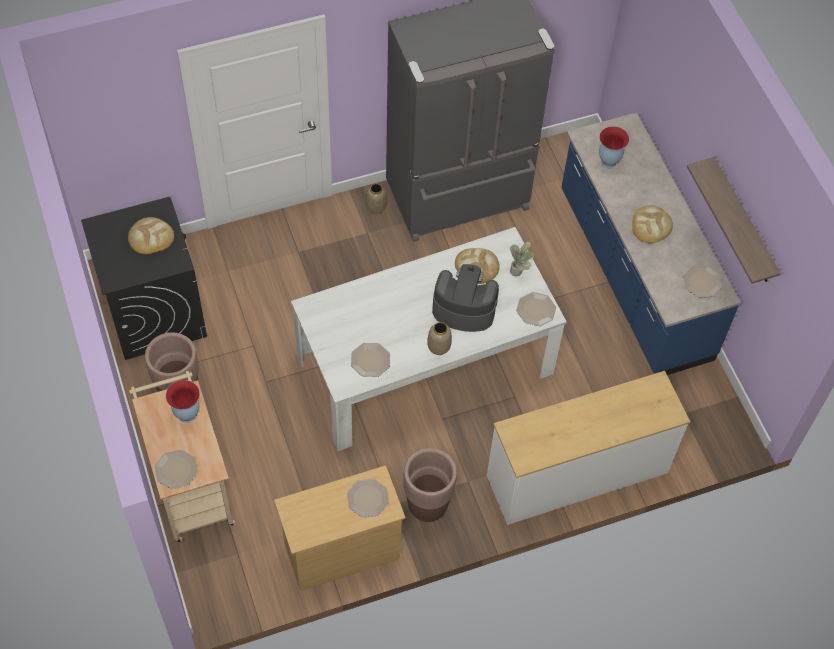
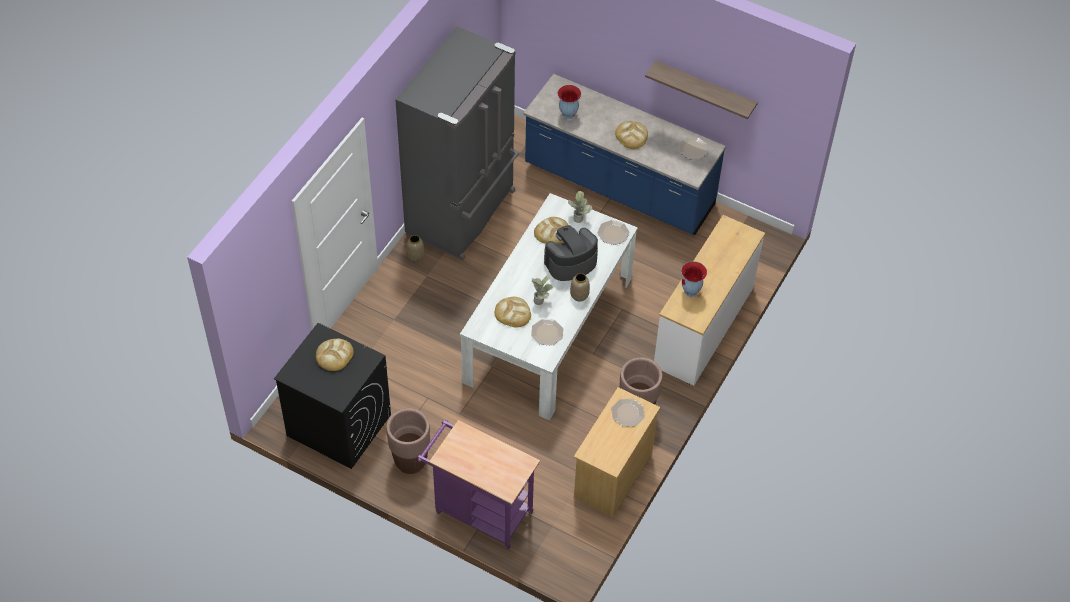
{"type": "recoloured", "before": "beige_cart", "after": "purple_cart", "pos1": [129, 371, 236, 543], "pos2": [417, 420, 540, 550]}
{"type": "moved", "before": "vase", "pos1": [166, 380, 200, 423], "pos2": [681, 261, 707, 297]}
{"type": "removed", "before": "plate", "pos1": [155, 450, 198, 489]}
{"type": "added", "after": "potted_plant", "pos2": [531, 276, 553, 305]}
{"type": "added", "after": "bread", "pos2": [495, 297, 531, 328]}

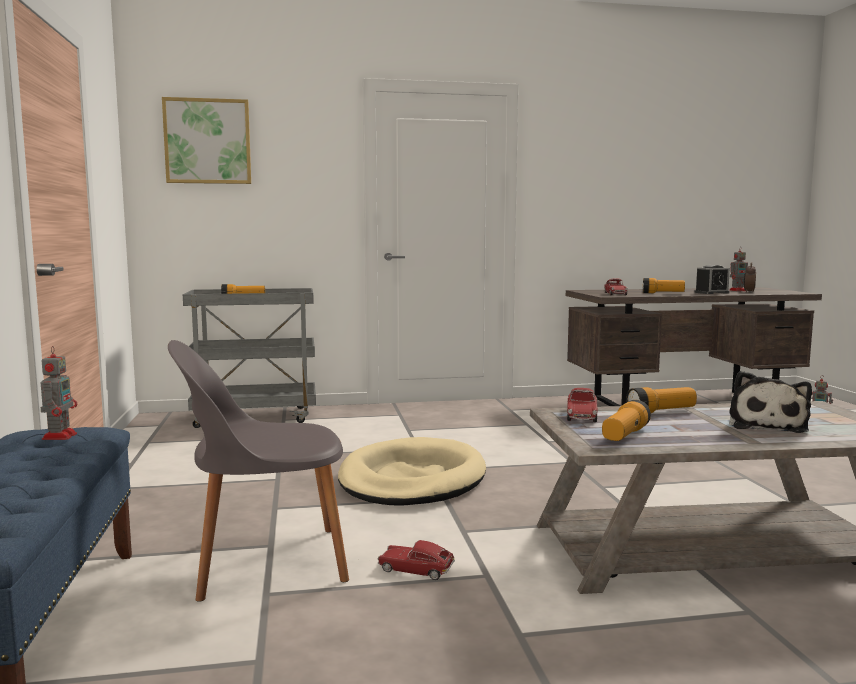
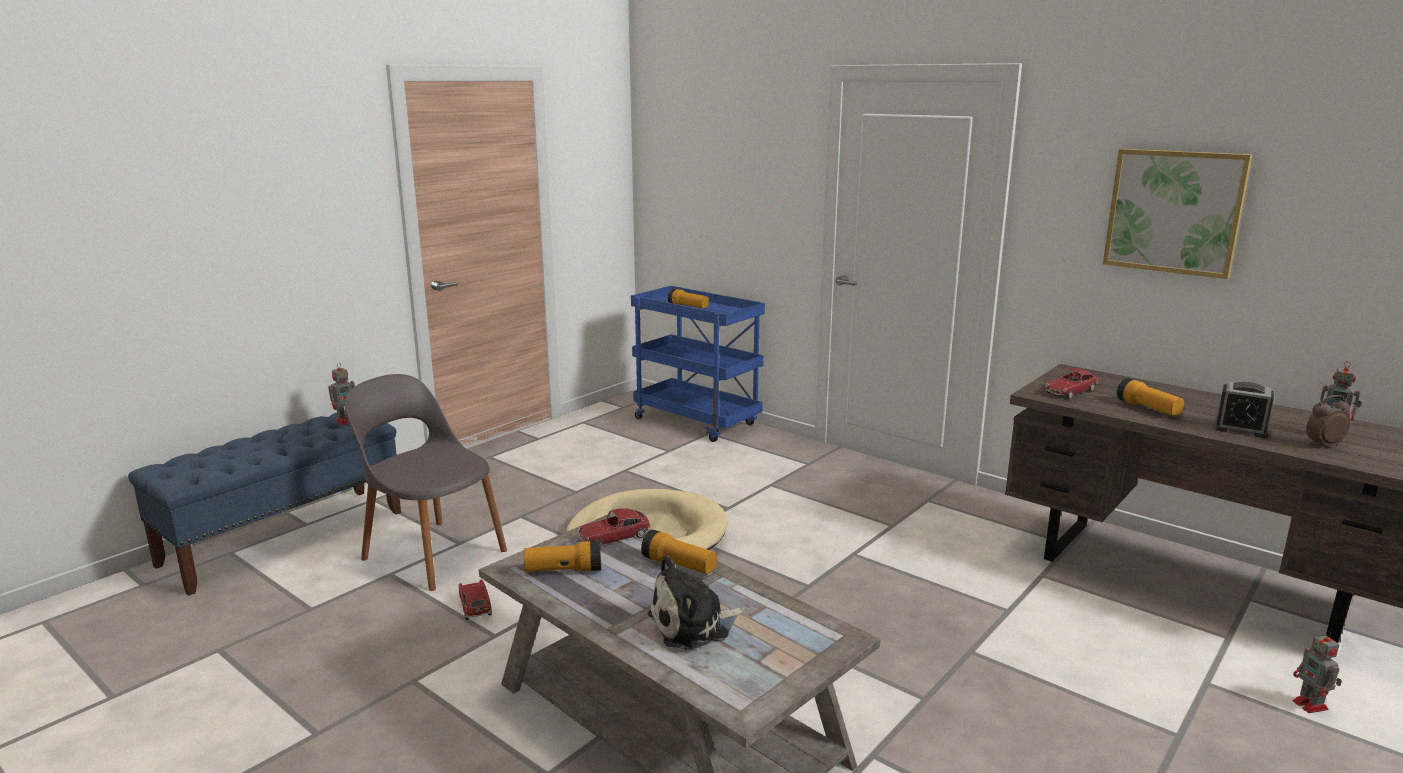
{"type": "moved", "before": "picture", "pos1": [162, 97, 251, 184], "pos2": [1103, 149, 1252, 279]}
{"type": "recoloured", "before": "grey_cart", "after": "blue_cart", "pos1": [183, 288, 316, 428], "pos2": [631, 286, 765, 442]}

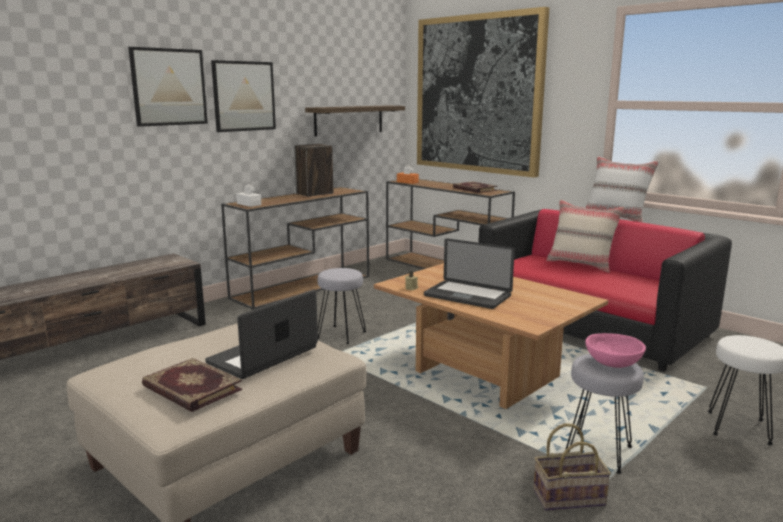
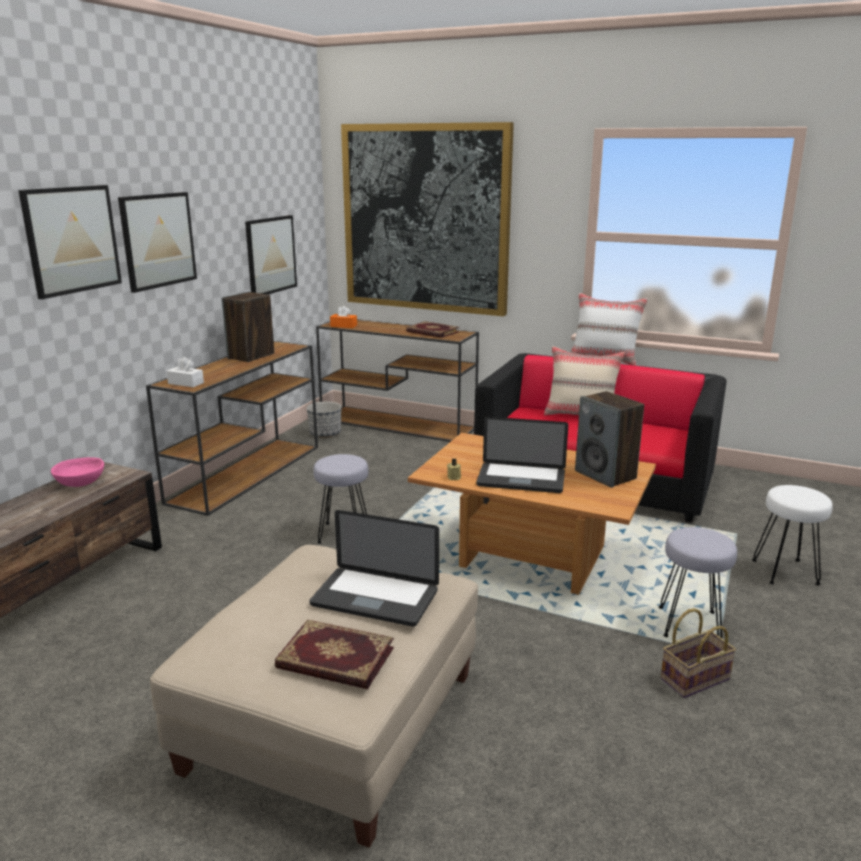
{"type": "replaced", "before": "shelf", "after": "picture", "pos1": [305, 106, 405, 136], "pos2": [245, 215, 297, 294]}
{"type": "turned", "before": "laptop", "pos1": [205, 290, 318, 379], "pos2": [309, 510, 439, 627], "turn": -90}
{"type": "moved", "before": "pink_bowl", "pos1": [585, 333, 646, 368], "pos2": [51, 457, 104, 487]}
{"type": "added", "after": "speaker", "pos2": [575, 391, 644, 488]}
{"type": "added", "after": "planter", "pos2": [307, 402, 341, 438]}

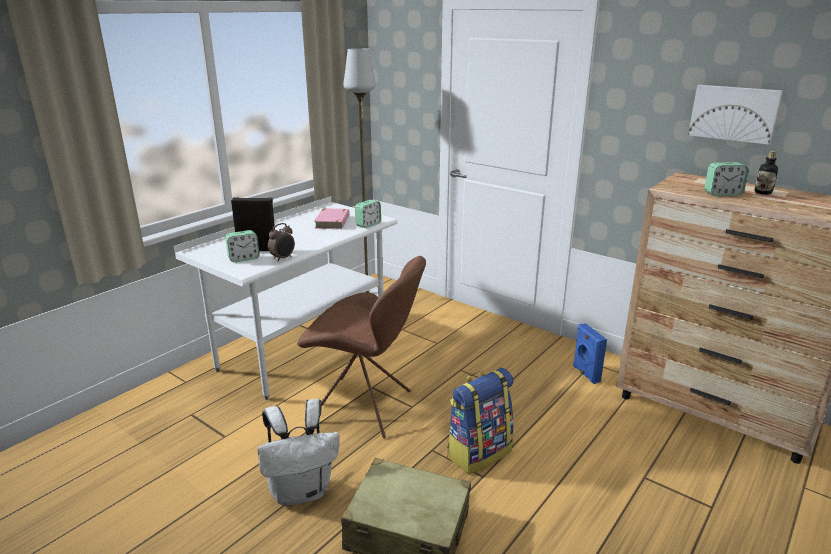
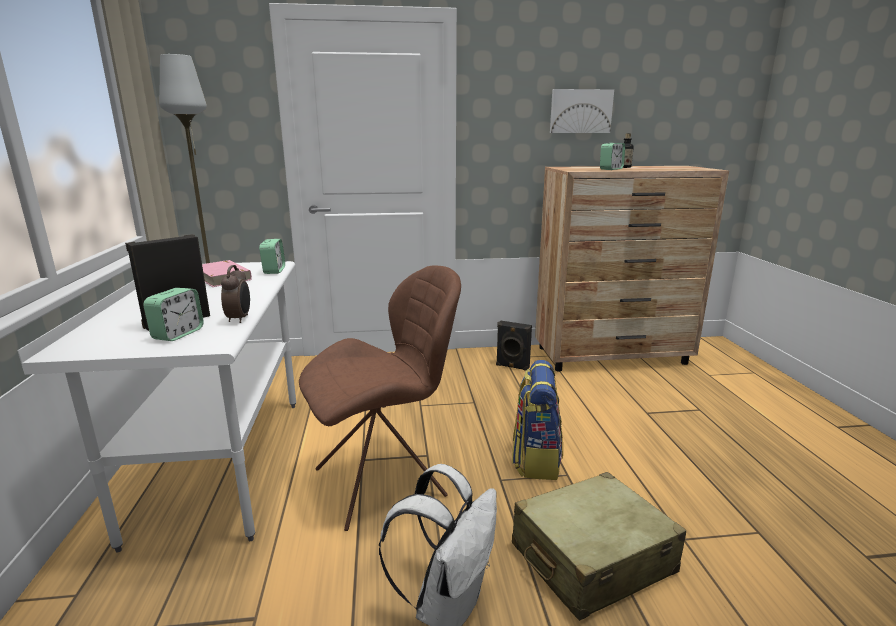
{"type": "recoloured", "before": "blue_speaker", "after": "black_speaker", "pos1": [573, 323, 607, 384], "pos2": [496, 320, 532, 371]}

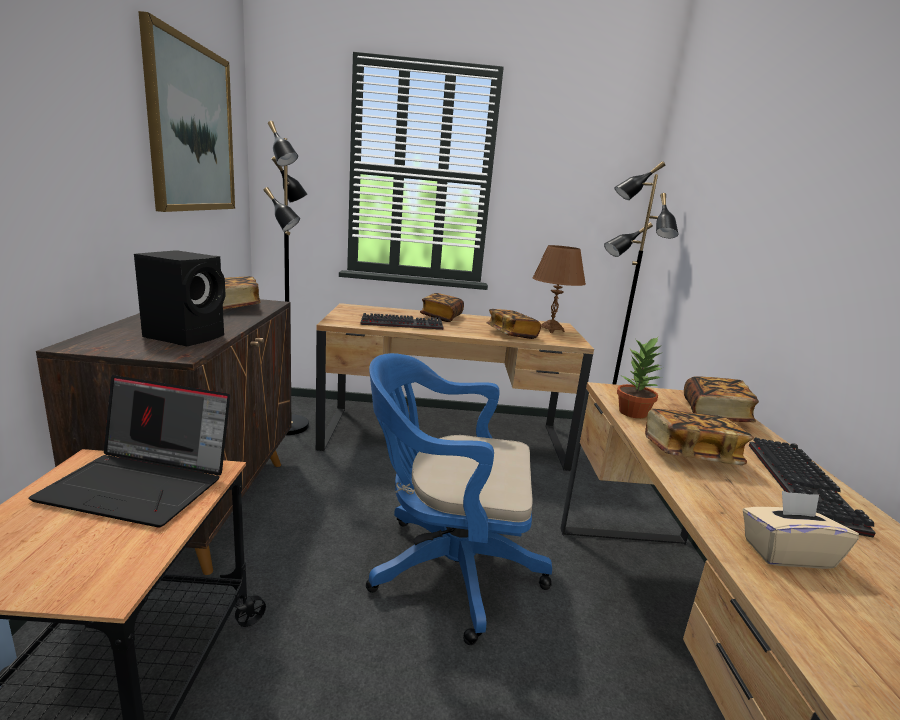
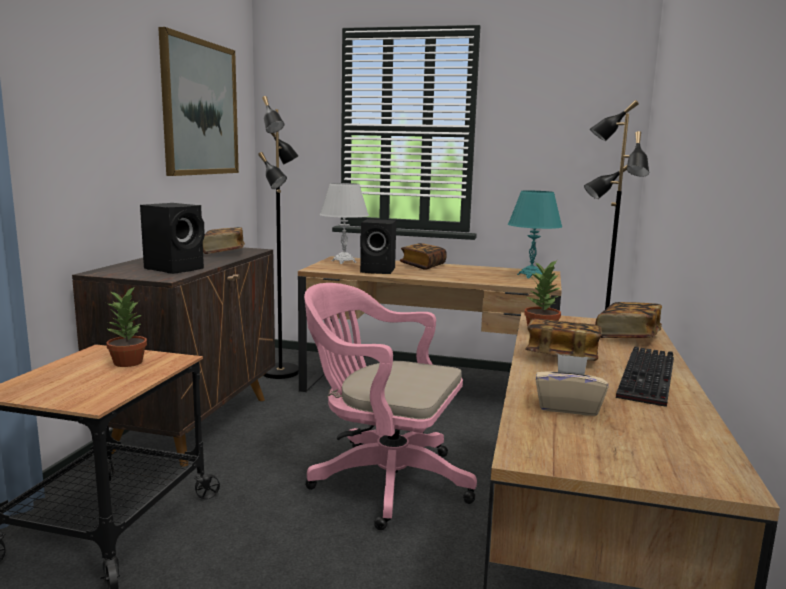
{"type": "recoloured", "before": "brown_table_lamp", "after": "turquoise_table_lamp", "pos1": [533, 245, 586, 333], "pos2": [508, 191, 562, 278]}
{"type": "removed", "before": "book", "pos1": [486, 309, 541, 339]}
{"type": "replaced", "before": "keyboard", "after": "black_speaker", "pos1": [360, 313, 443, 330], "pos2": [360, 219, 396, 274]}
{"type": "recoloured", "before": "blue_office_chair", "after": "pink_office_chair", "pos1": [366, 353, 552, 645], "pos2": [304, 283, 477, 530]}
{"type": "replaced", "before": "laptop", "after": "potted_plant", "pos1": [28, 375, 230, 528], "pos2": [106, 286, 147, 367]}
{"type": "added", "after": "white_table_lamp", "pos2": [320, 183, 369, 264]}

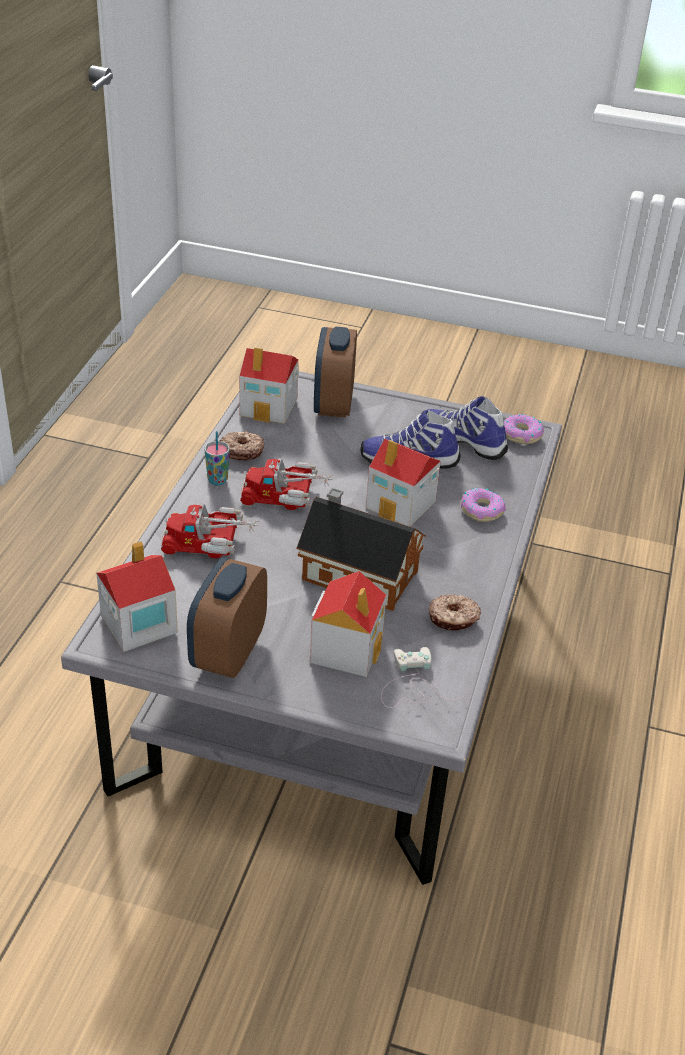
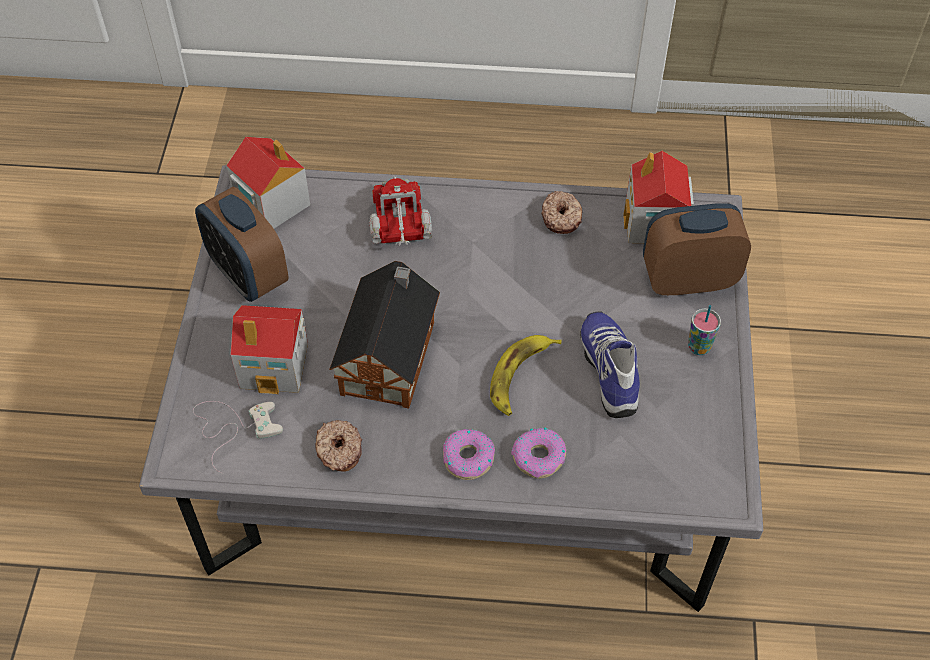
{"type": "removed", "before": "shoe", "pos1": [421, 396, 508, 460]}
{"type": "moved", "before": "donut", "pos1": [504, 414, 544, 444], "pos2": [443, 429, 495, 480]}
{"type": "moved", "before": "cup", "pos1": [205, 431, 230, 486], "pos2": [688, 305, 721, 355]}
{"type": "replaced", "before": "toy_house", "after": "banana", "pos1": [366, 439, 441, 527], "pos2": [490, 335, 562, 416]}
{"type": "removed", "before": "toy_truck", "pos1": [240, 458, 334, 510]}
{"type": "turned", "before": "alarm_clock", "pos1": [187, 558, 267, 678], "pos2": [195, 187, 289, 302], "turn": -135}

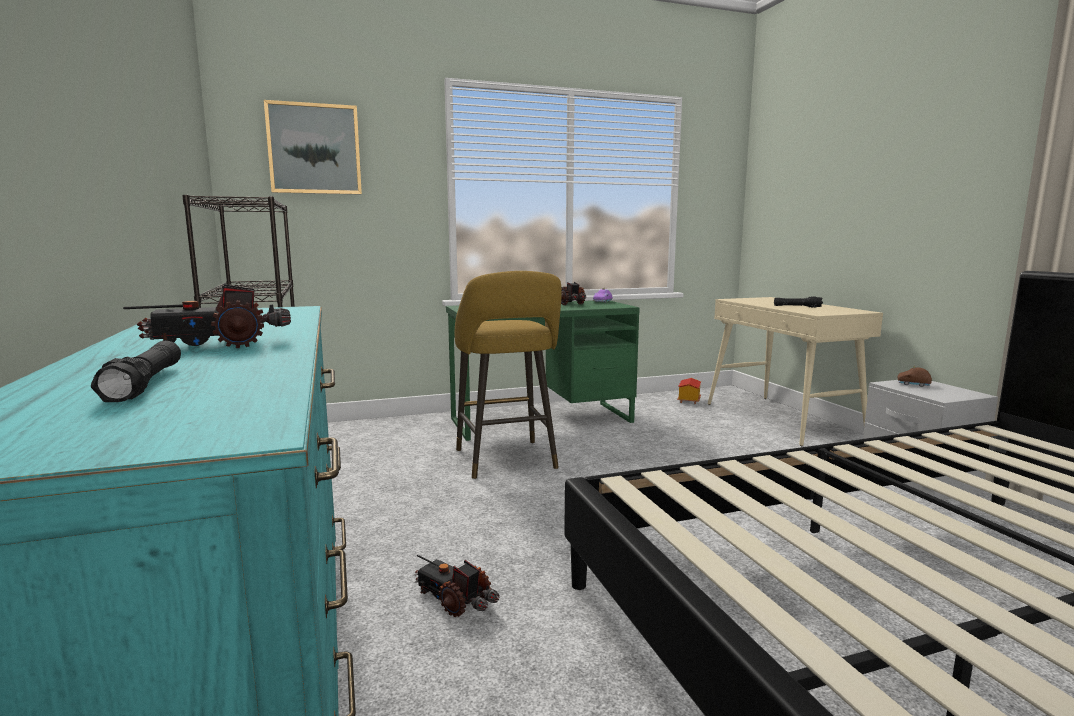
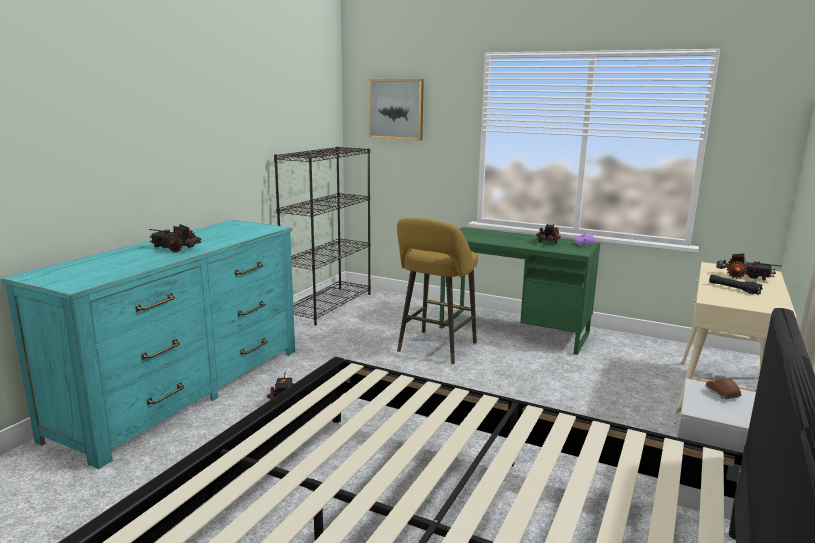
{"type": "removed", "before": "black_flashlight", "pos1": [91, 341, 181, 402]}
{"type": "removed", "before": "toy_house", "pos1": [677, 378, 701, 404]}
{"type": "added", "after": "toy_truck", "pos2": [716, 254, 782, 280]}

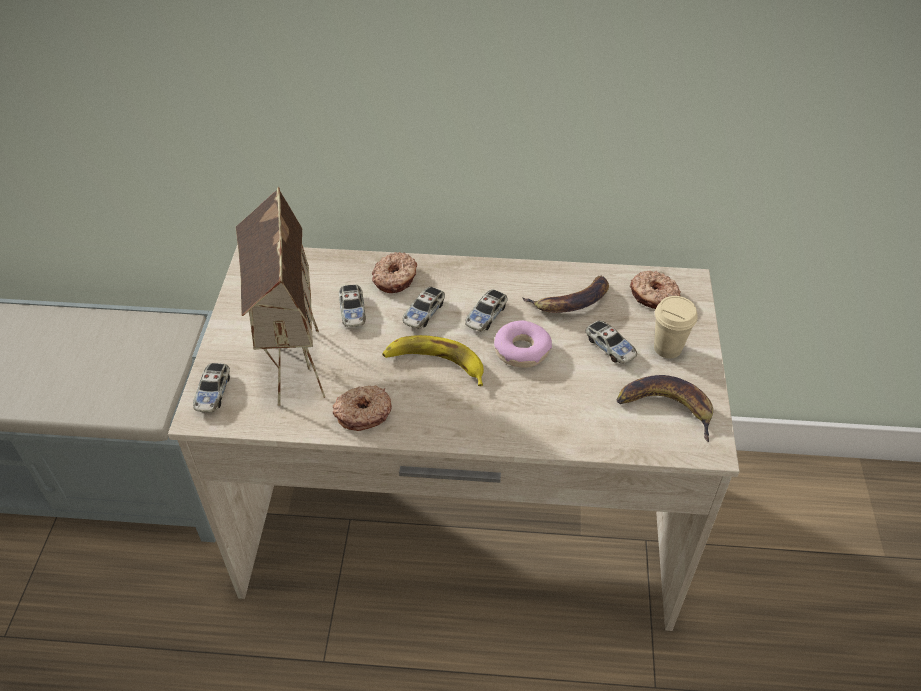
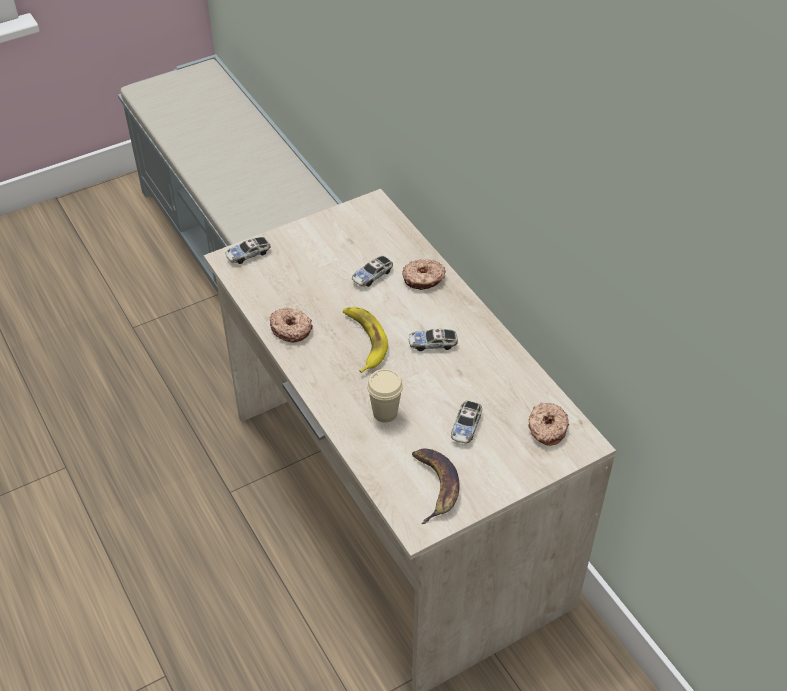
{"type": "removed", "before": "toy_house", "pos1": [236, 186, 325, 406]}
{"type": "removed", "before": "banana", "pos1": [523, 276, 609, 313]}
{"type": "removed", "before": "toy_car", "pos1": [402, 287, 445, 329]}
{"type": "moved", "before": "beige_cup", "pos1": [654, 296, 698, 358], "pos2": [367, 369, 403, 423]}
{"type": "removed", "before": "donut", "pos1": [494, 320, 552, 368]}

